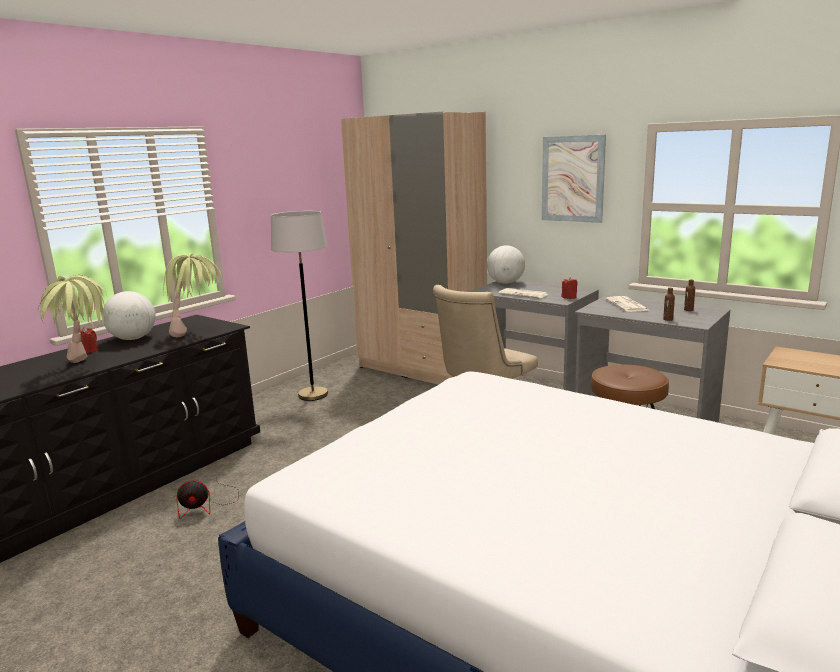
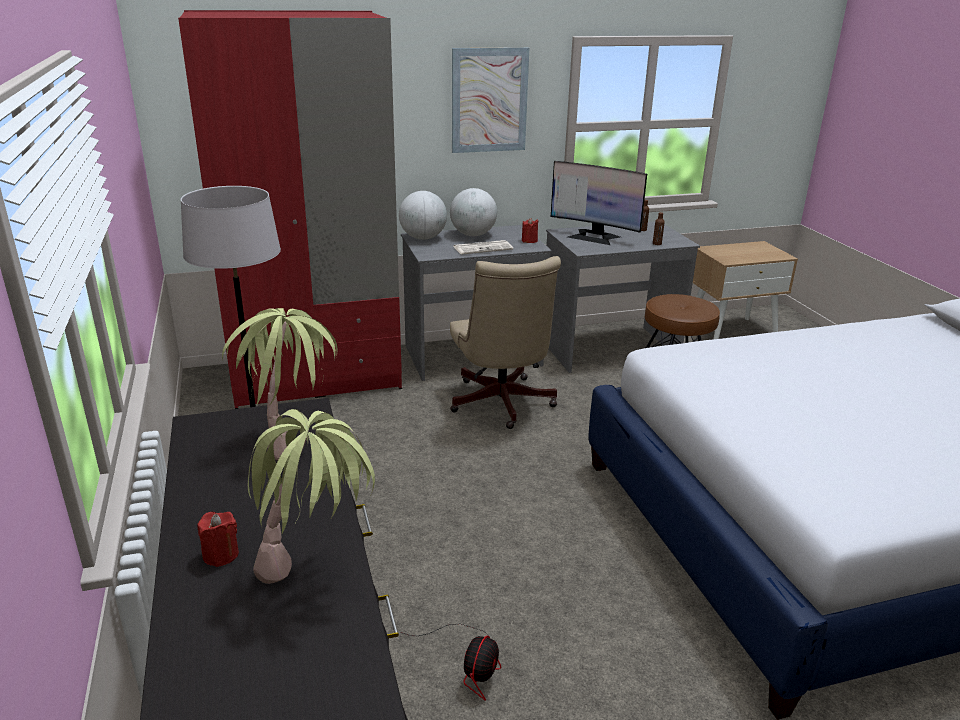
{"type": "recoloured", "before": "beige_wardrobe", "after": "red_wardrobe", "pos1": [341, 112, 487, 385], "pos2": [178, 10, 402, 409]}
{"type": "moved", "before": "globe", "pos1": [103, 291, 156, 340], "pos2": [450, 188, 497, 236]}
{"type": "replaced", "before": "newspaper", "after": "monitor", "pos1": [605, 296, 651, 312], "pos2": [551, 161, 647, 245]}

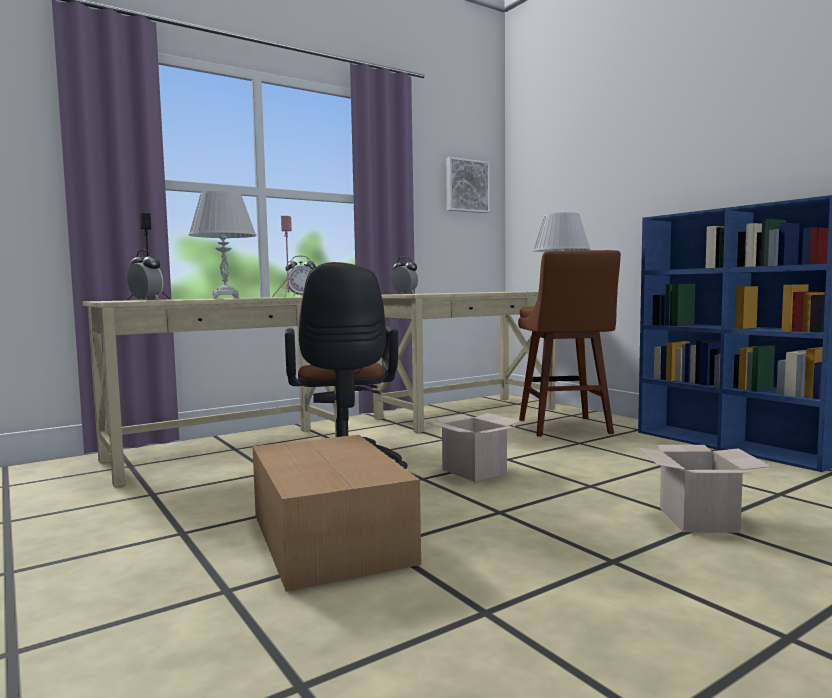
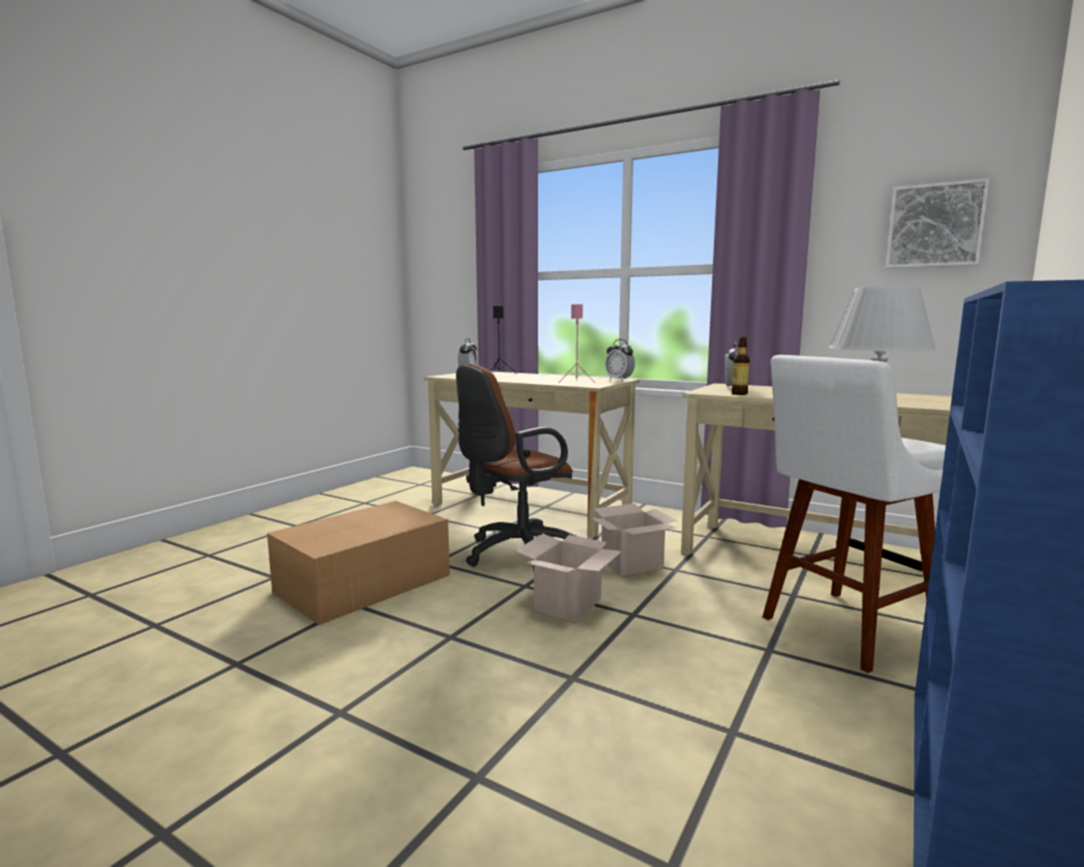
{"type": "removed", "before": "white_table_lamp", "pos1": [189, 191, 257, 299]}
{"type": "recoloured", "before": "brown_stool", "after": "white_stool", "pos1": [518, 250, 621, 437], "pos2": [762, 355, 946, 673]}
{"type": "moved", "before": "cardboard_box", "pos1": [637, 445, 771, 533], "pos2": [590, 503, 677, 576]}
{"type": "added", "after": "bottle", "pos2": [731, 337, 750, 395]}

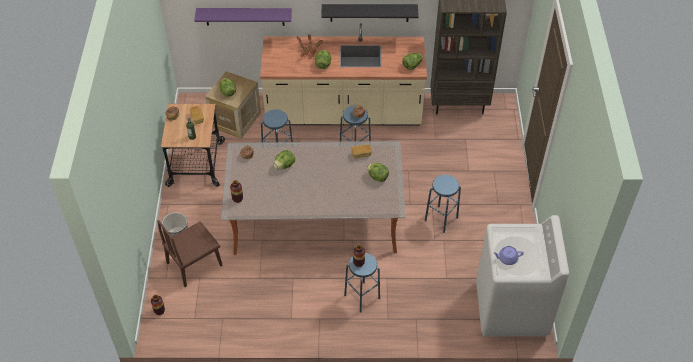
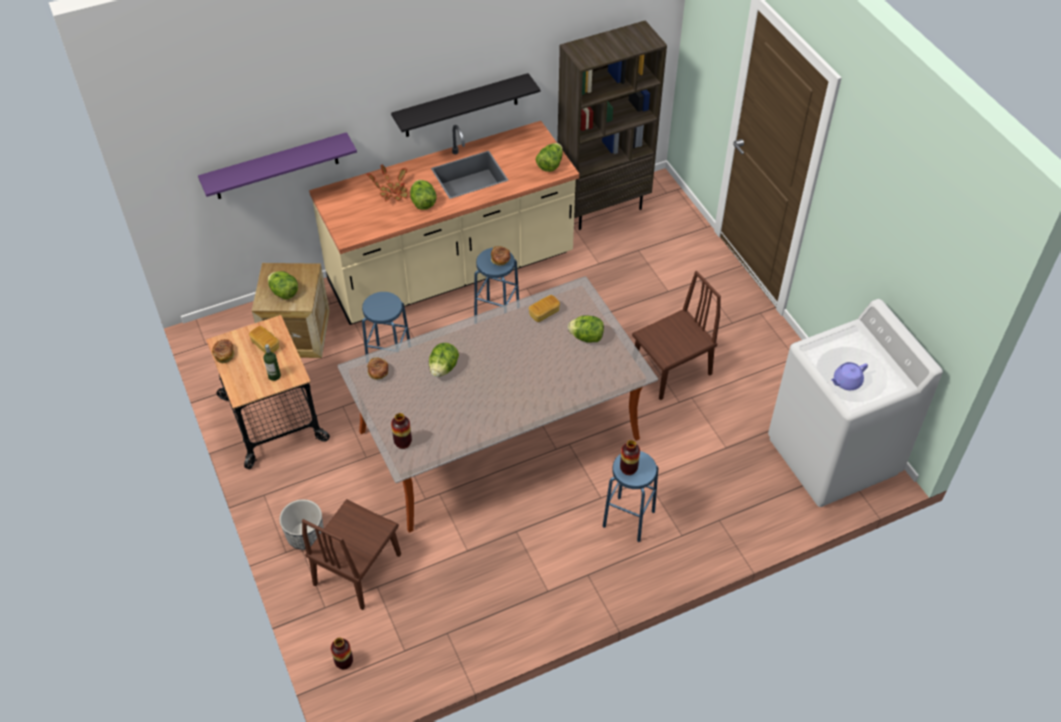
{"type": "replaced", "before": "blue_stool", "after": "brown_chair", "pos1": [425, 175, 461, 233], "pos2": [632, 271, 721, 400]}

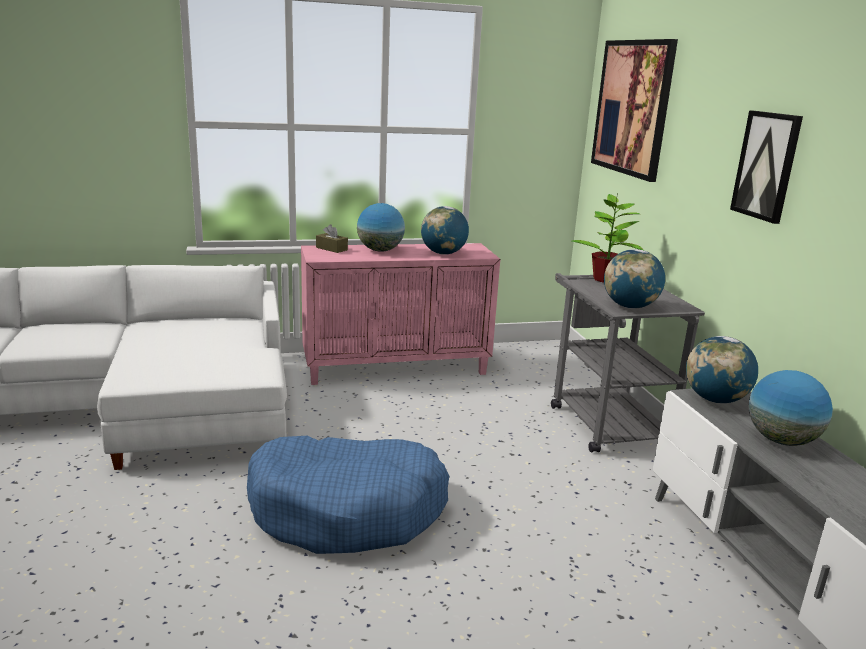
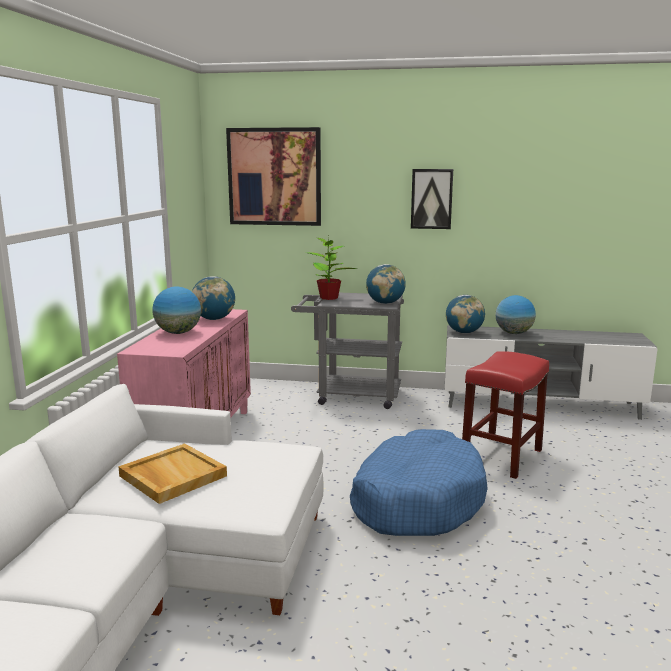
{"type": "removed", "before": "brown_tissue_box", "pos1": [316, 224, 348, 253]}
{"type": "added", "after": "red_stool", "pos2": [462, 351, 549, 479]}
{"type": "added", "after": "beige_tray", "pos2": [118, 443, 227, 504]}

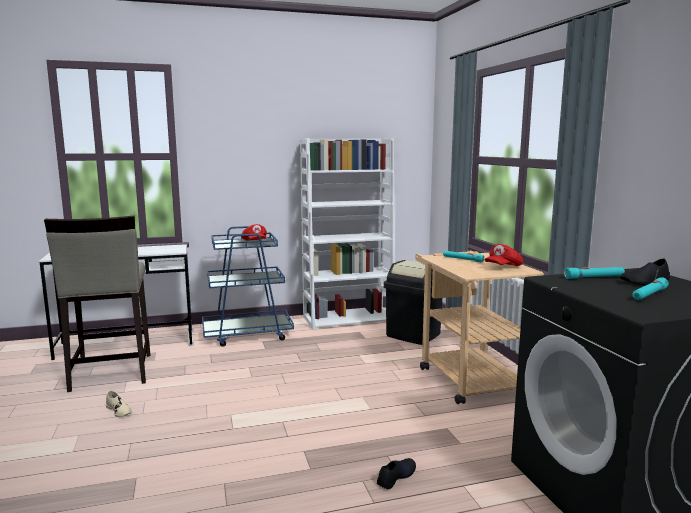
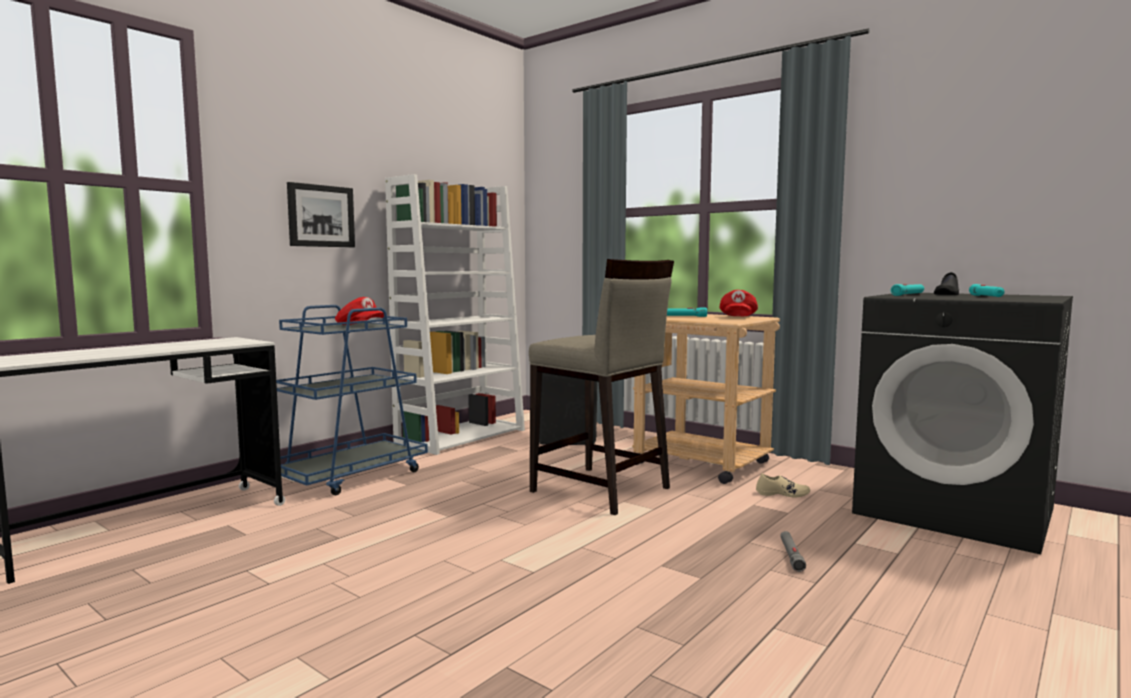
{"type": "moved", "before": "beige_stool", "pos1": [44, 216, 150, 392], "pos2": [529, 259, 674, 515]}
{"type": "moved", "before": "beige_shoe", "pos1": [106, 390, 132, 417], "pos2": [756, 473, 810, 498]}
{"type": "replaced", "before": "black_shoe", "after": "grey_flashlight", "pos1": [377, 458, 416, 489], "pos2": [780, 531, 806, 572]}
{"type": "added", "after": "picture", "pos2": [287, 182, 355, 247]}

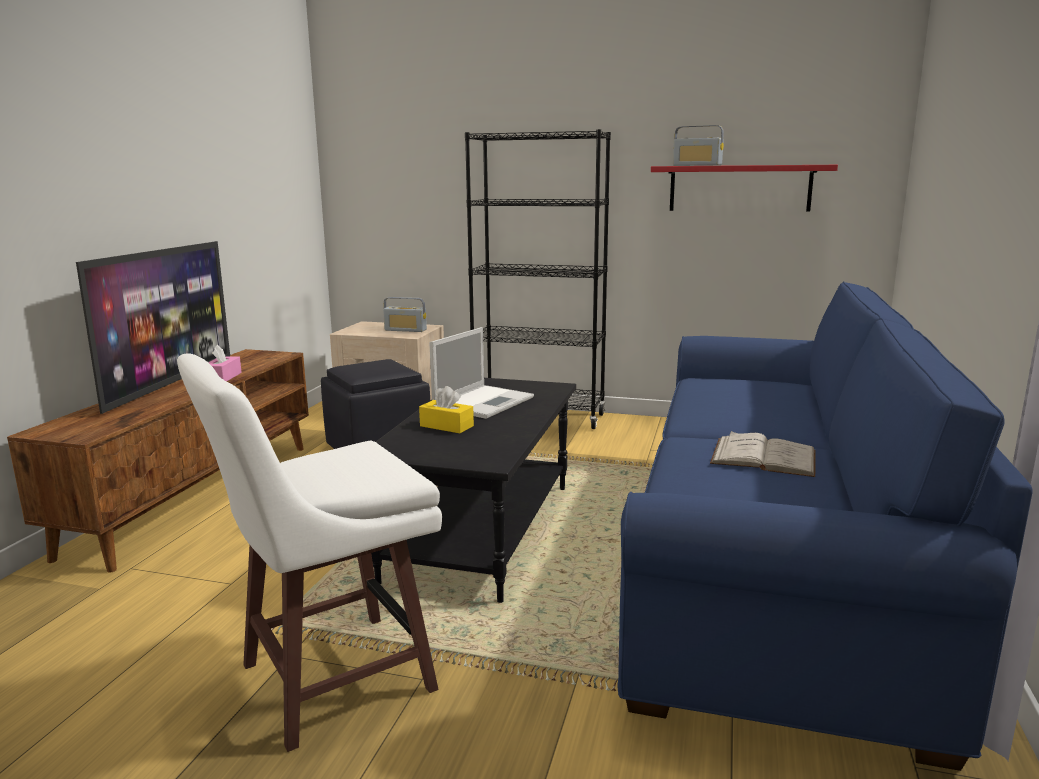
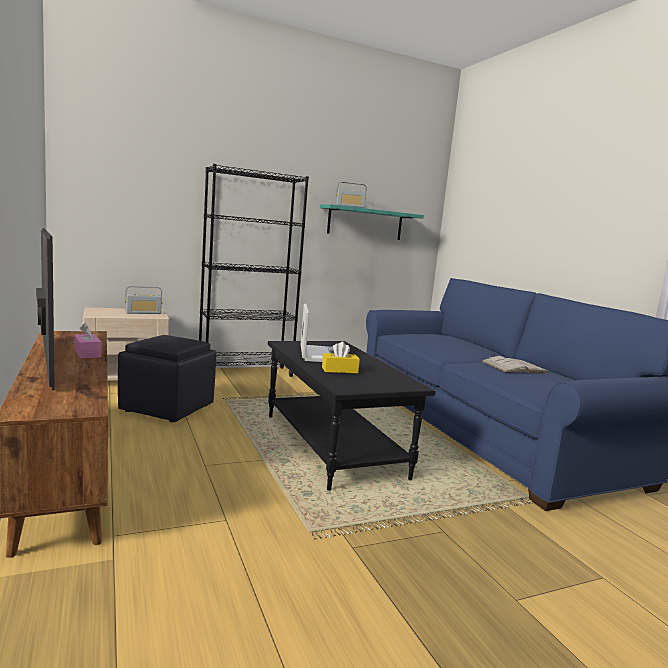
{"type": "recoloured", "before": "red_shelf", "after": "turquoise_shelf", "pos1": [651, 165, 838, 212], "pos2": [320, 204, 424, 240]}
{"type": "removed", "before": "white_stool", "pos1": [177, 353, 442, 752]}

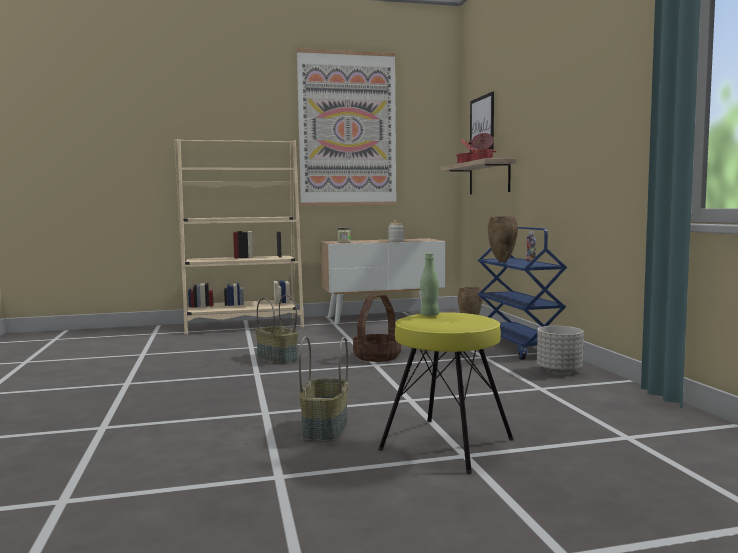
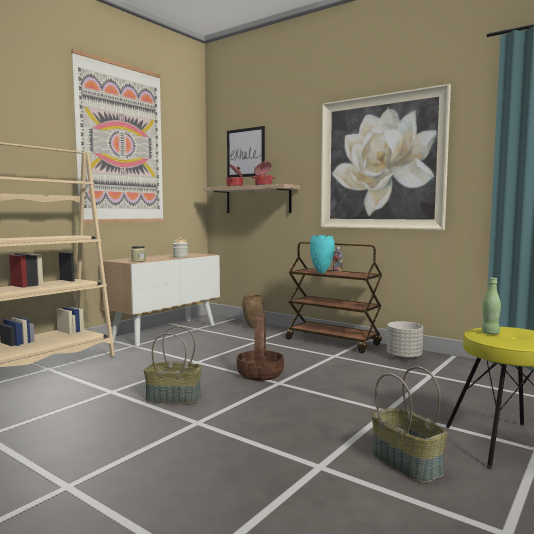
{"type": "recoloured", "before": "brown_vase", "after": "turquoise_vase", "pos1": [488, 216, 518, 262], "pos2": [310, 235, 335, 273]}
{"type": "recoloured", "before": "blue_cart", "after": "brown_cart", "pos1": [477, 227, 567, 360], "pos2": [286, 242, 382, 353]}
{"type": "added", "after": "picture", "pos2": [321, 84, 451, 230]}

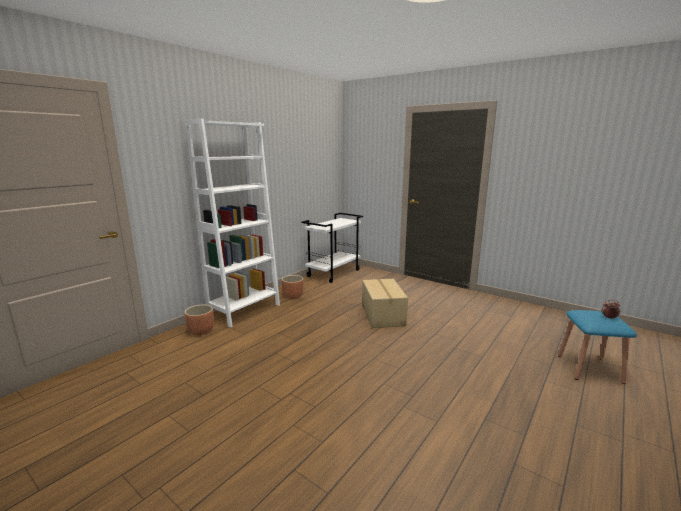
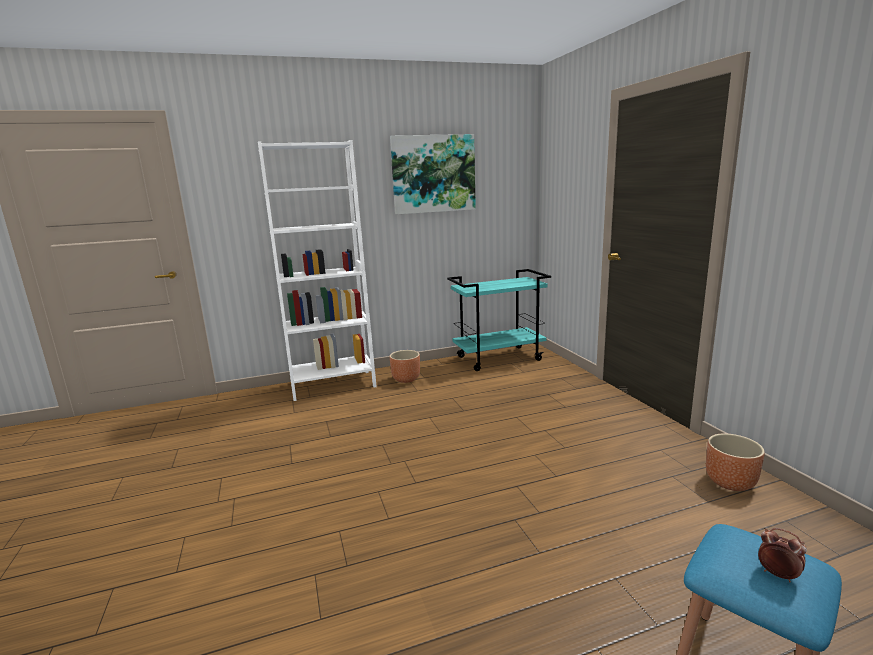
{"type": "recoloured", "before": "white_cart", "after": "turquoise_cart", "pos1": [301, 213, 363, 283], "pos2": [447, 269, 551, 371]}
{"type": "removed", "before": "cardboard_box", "pos1": [362, 279, 408, 328]}
{"type": "moved", "before": "brown_planter", "pos1": [184, 304, 214, 335], "pos2": [706, 433, 765, 491]}
{"type": "added", "after": "picture", "pos2": [390, 134, 476, 214]}

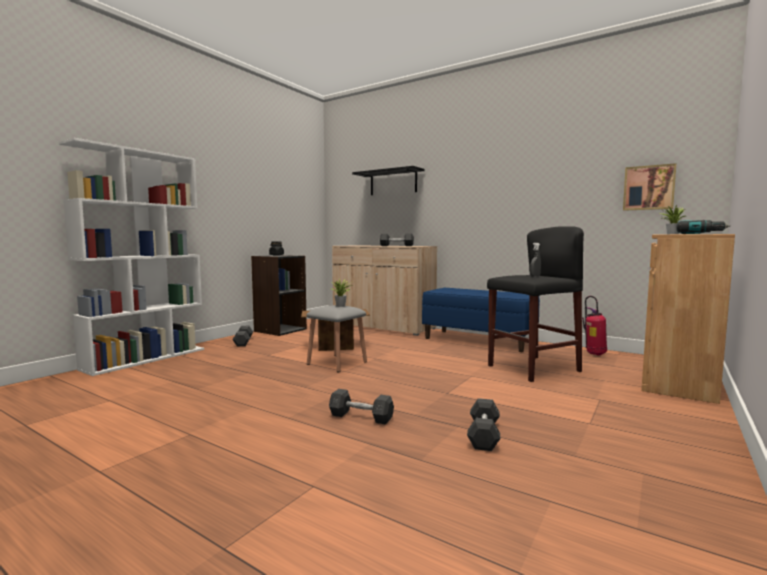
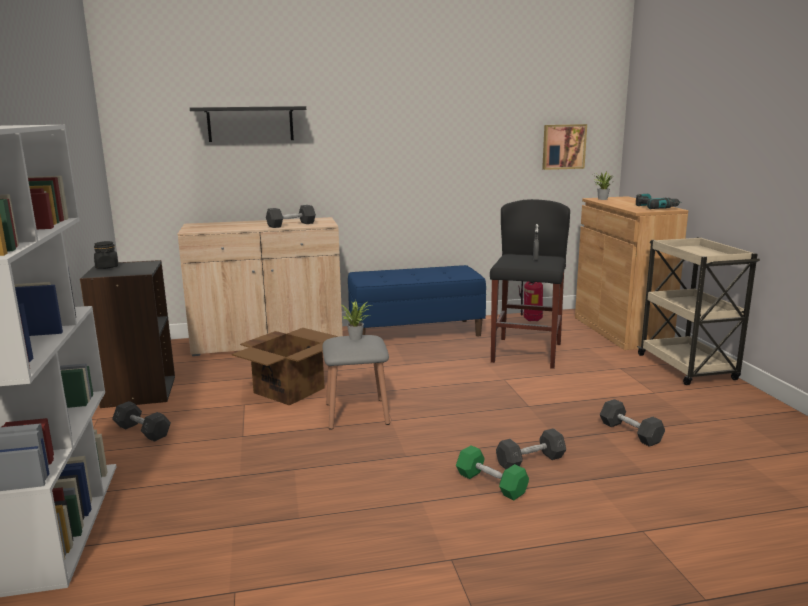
{"type": "added", "after": "beige_cart", "pos2": [637, 237, 760, 385]}
{"type": "added", "after": "green_dumbbell", "pos2": [456, 445, 529, 500]}

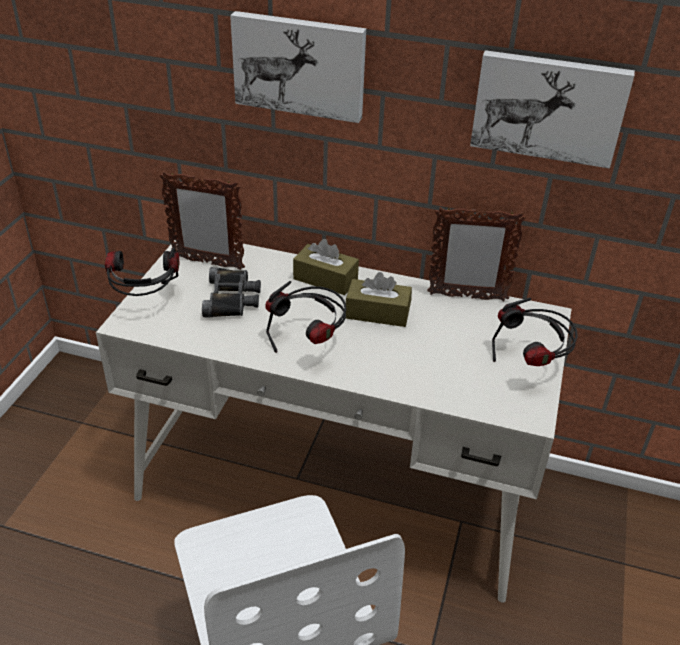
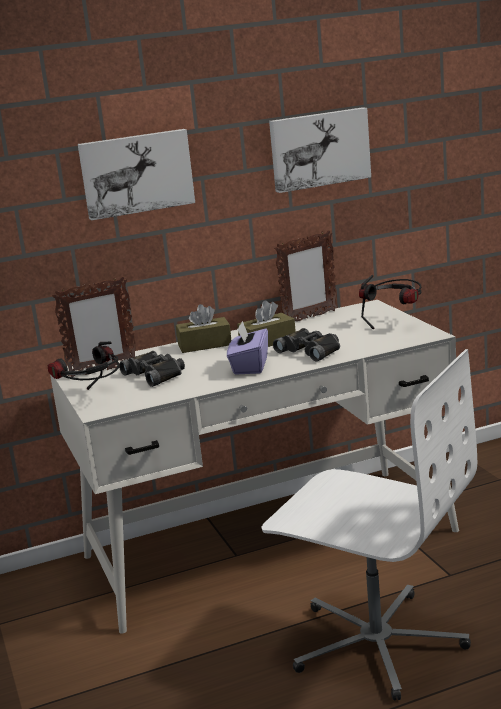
{"type": "replaced", "before": "headphones", "after": "purple_tissue_box", "pos1": [266, 281, 346, 353], "pos2": [227, 321, 268, 375]}
{"type": "added", "after": "black_binoculars", "pos2": [273, 328, 340, 362]}

